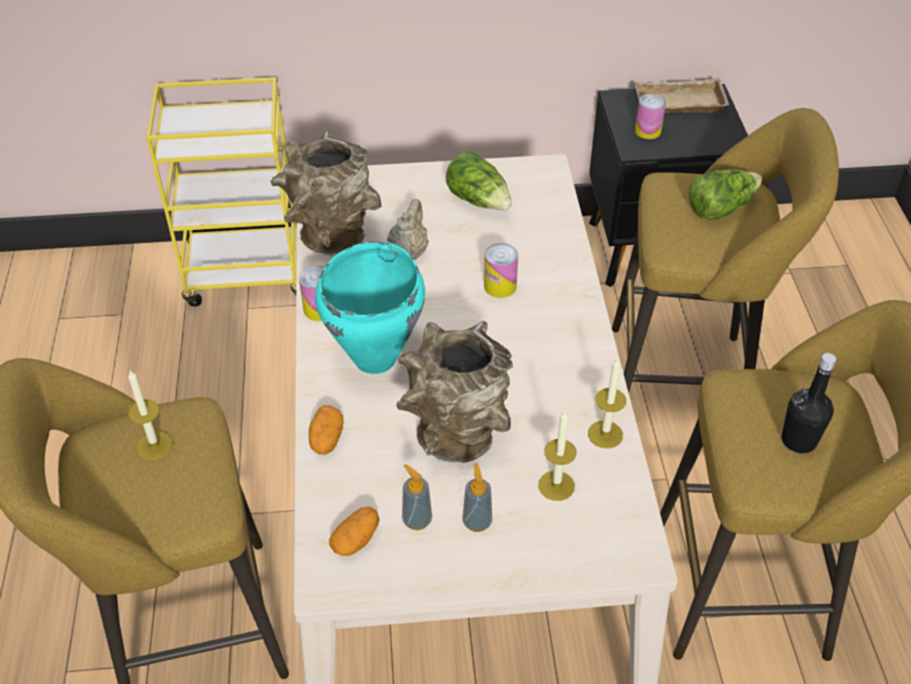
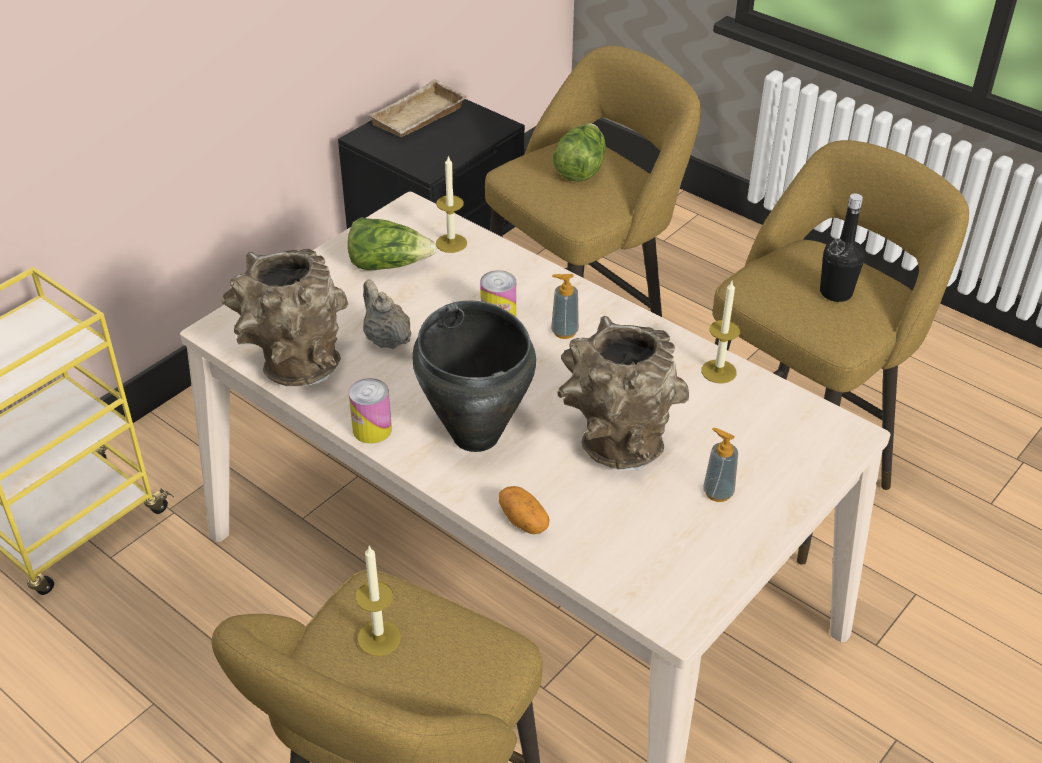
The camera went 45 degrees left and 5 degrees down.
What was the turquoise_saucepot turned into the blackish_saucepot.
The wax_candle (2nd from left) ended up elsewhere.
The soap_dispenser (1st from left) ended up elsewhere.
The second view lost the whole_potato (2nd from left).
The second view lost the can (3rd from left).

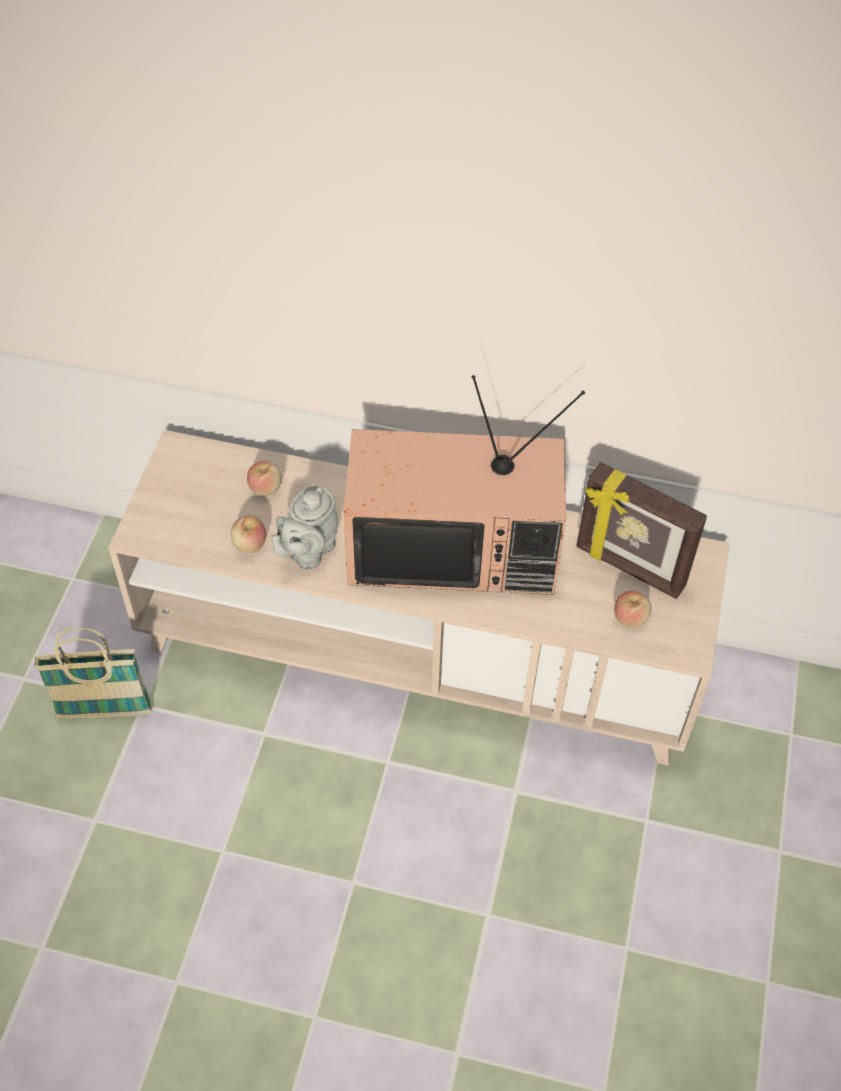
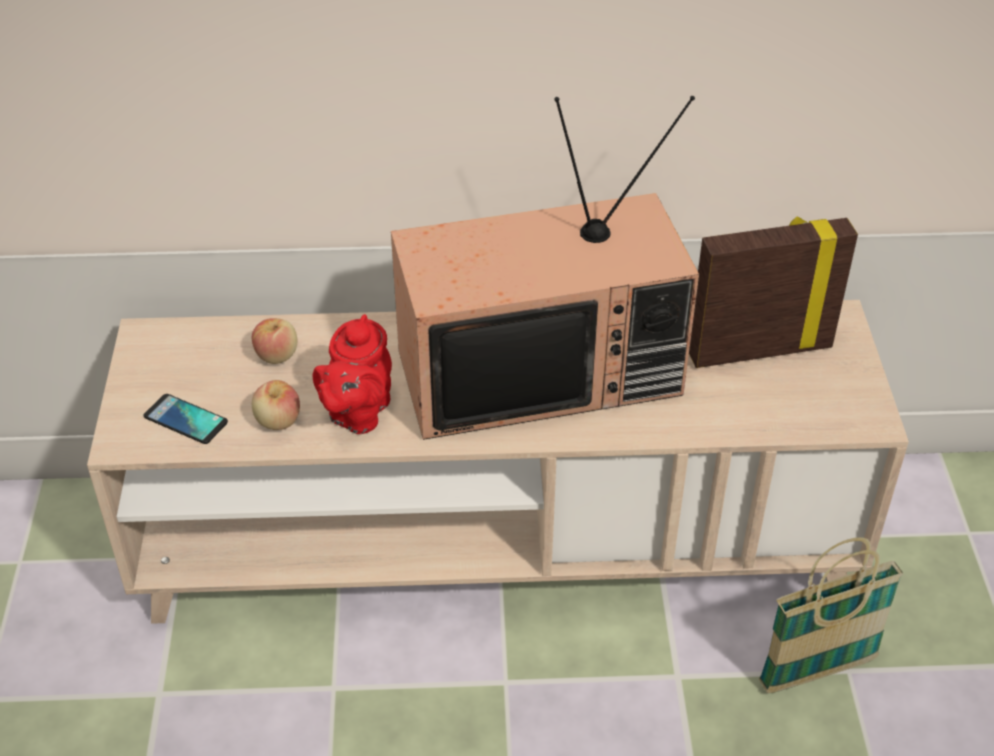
The camera went 15 degrees left and 10 degrees down.
The second view gained the handset.
What was the grey_teapot turned into the red-coloured_teapot.
The photo_frame ended up facing another way, 150 degrees clockwise from before.
The storage_basket ended up elsewhere.
The second view lost the whole_apple (3rd from left).

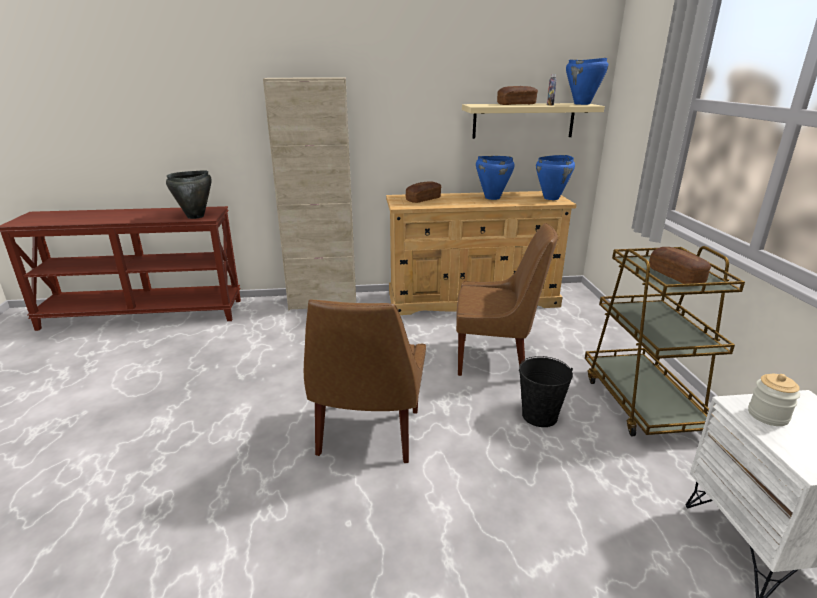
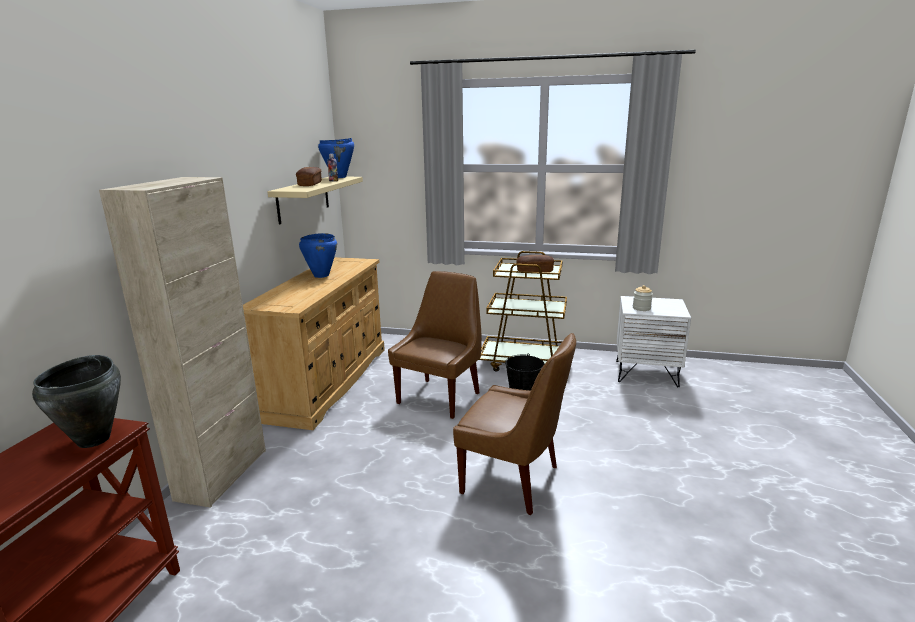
The camera went 70 degrees left and 5 degrees down.
The second view lost the bakery_bread (1st from left).
The second view lost the blue-coloured_saucepot (2nd from left).

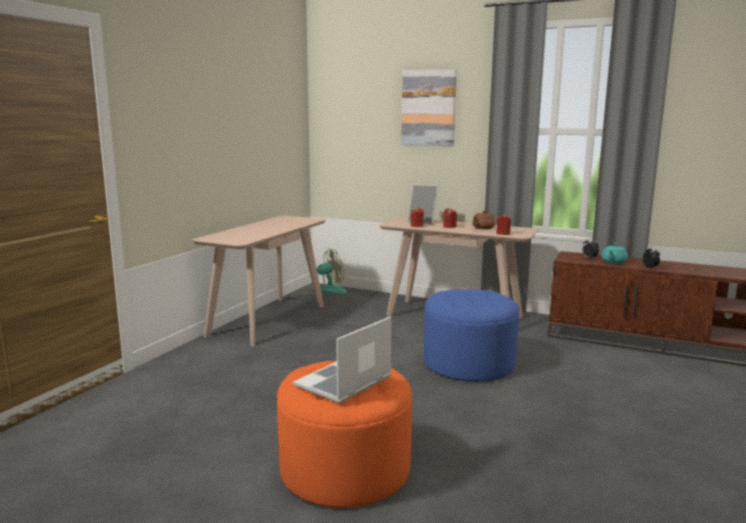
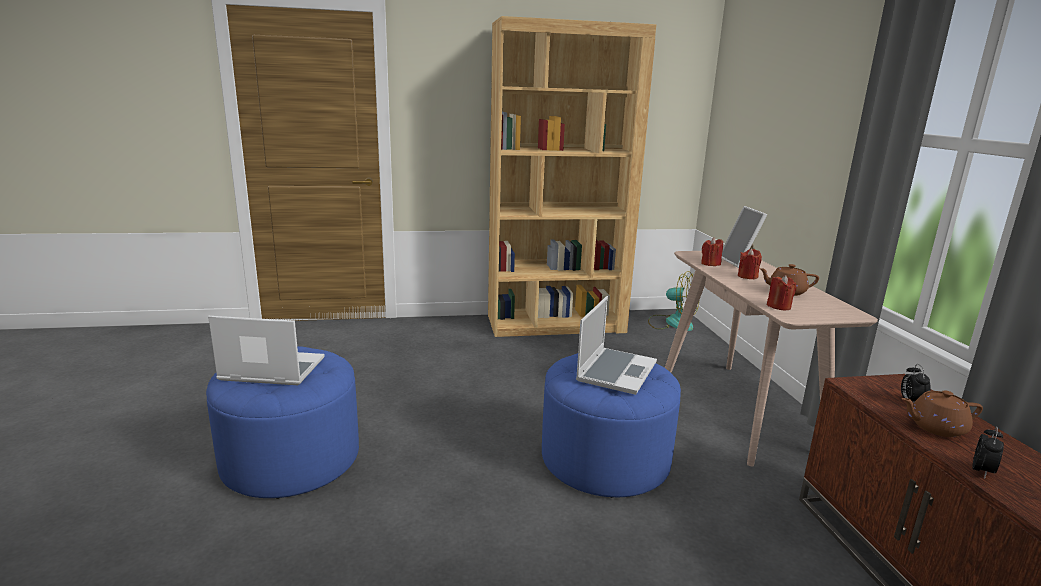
The camera went 55 degrees right and 5 degrees up.
What was the orange-coloured_footrest turned into the blue-coloured_footrest (1st from left).
Where the beige-coloured_console_table (1st from left) stood, the brown_shelving_unit came to stand.
The second view gained the laptop (2nd from left).
What was the turquoise_teapot turned into the brown_teapot (2nd from left).
The second view lost the wall_picture.

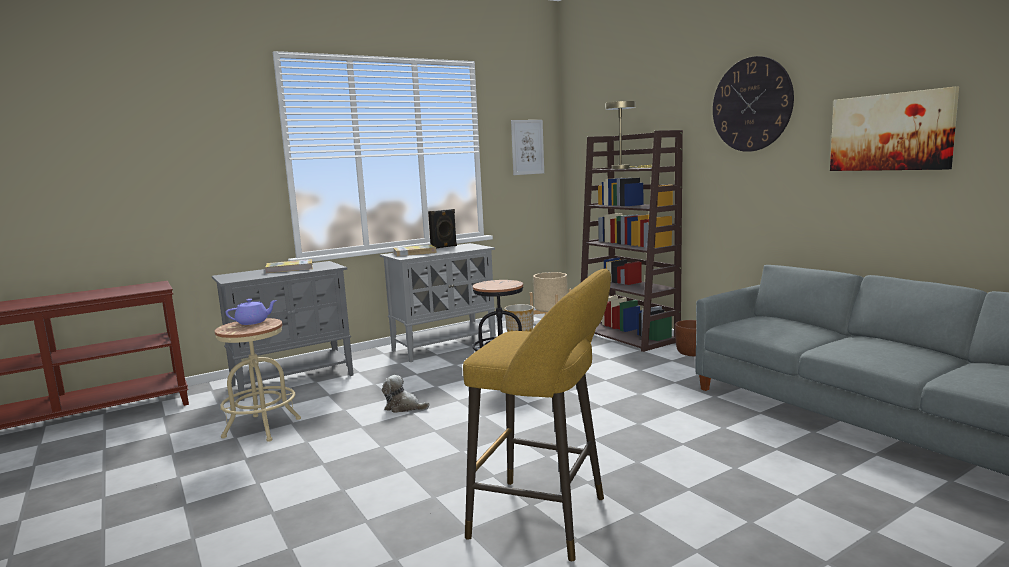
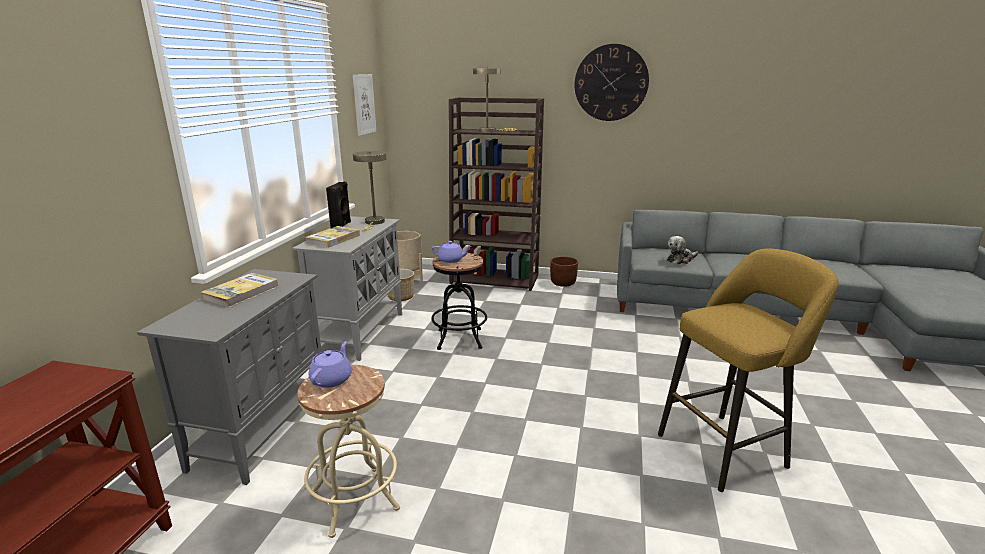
The camera went 45 degrees left and 10 degrees up.
The second view gained the beige-coloured_lamp_for_a_table (1st from left).
The second view gained the purplish_teapot (2nd from left).
The soft_toy ended up elsewhere.
The second view lost the wall_picture (2nd from left).

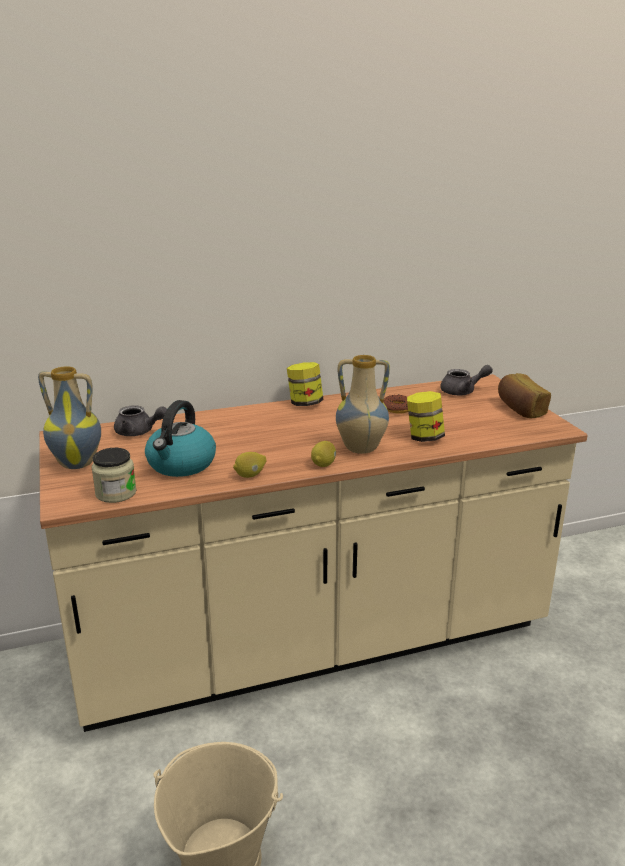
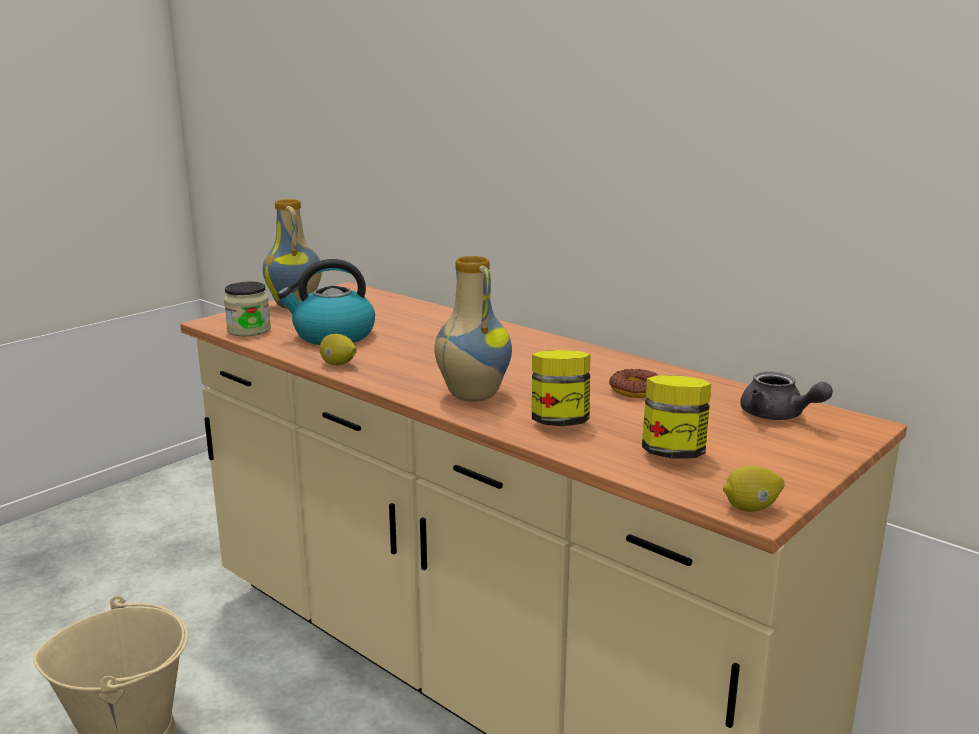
The camera went 60 degrees right and 5 degrees down.
The preserve_jar (2nd from left in the first image) ended up elsewhere.
The citrus_fruit (2nd from left) ended up elsewhere.
The second view lost the grey_teapot (1st from left).
The second view lost the bakery_bread.

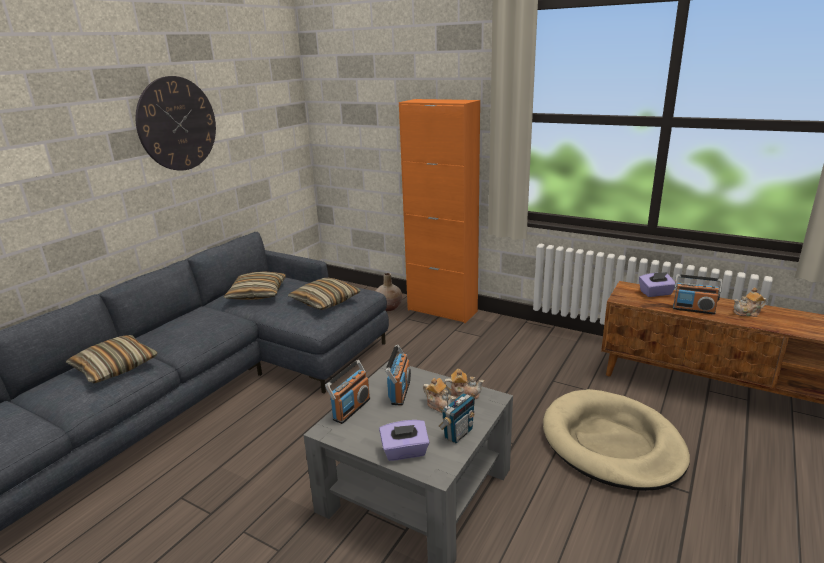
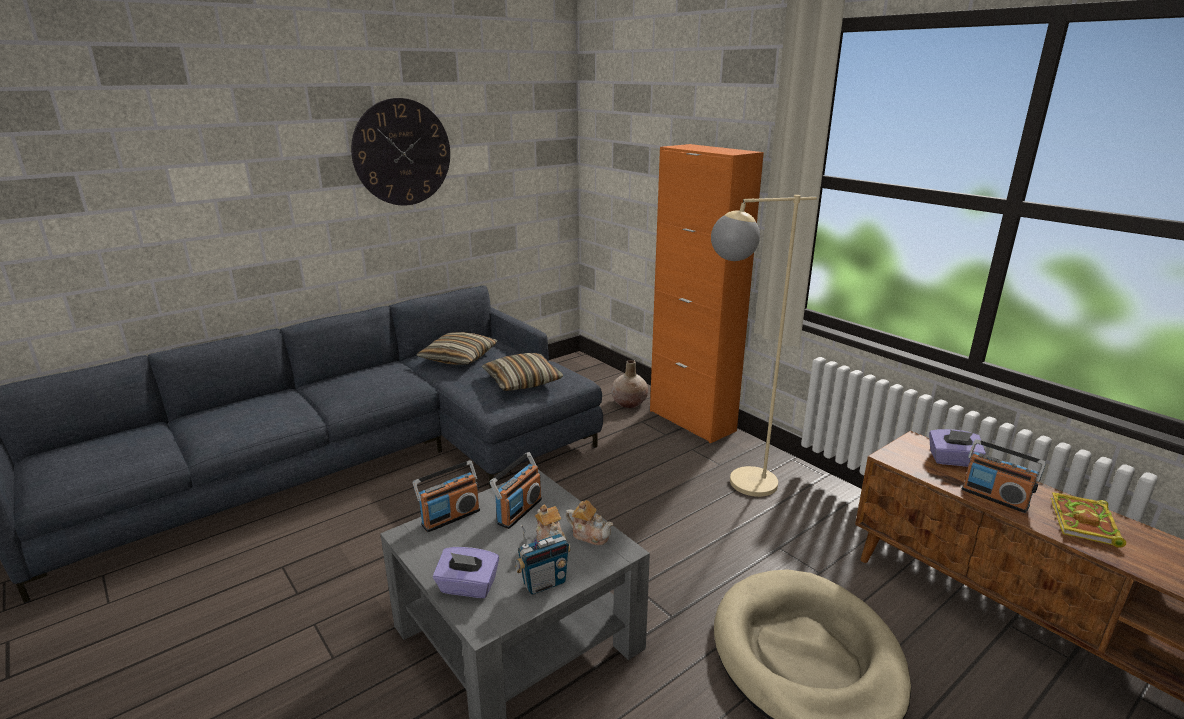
The camera went 20 degrees right and 0 degrees up.
The second view gained the beige-coloured_standard_lamp.
Where the teapot (3rd from left) stood, the volume came to stand.
The second view lost the pillow (1st from left).

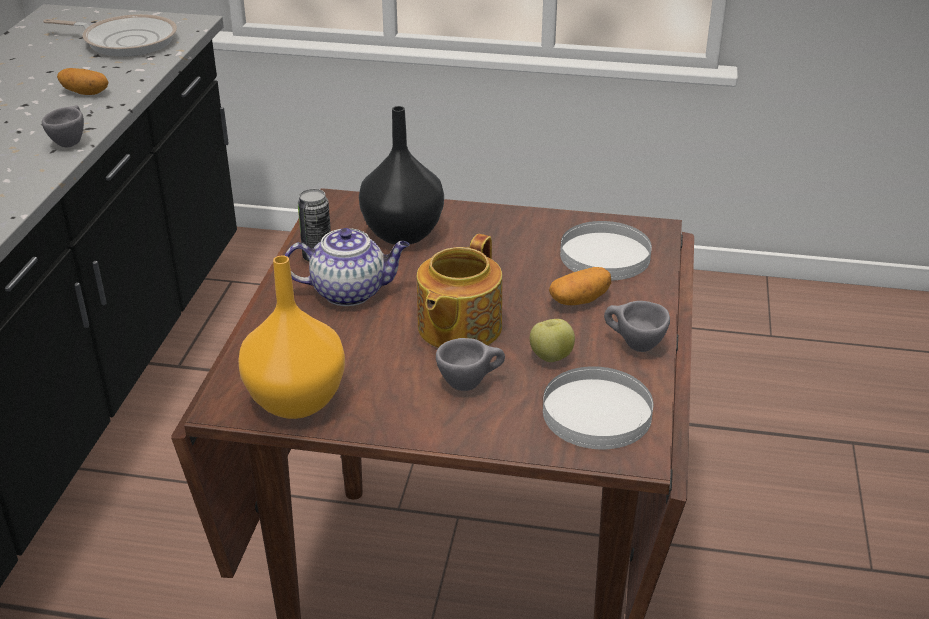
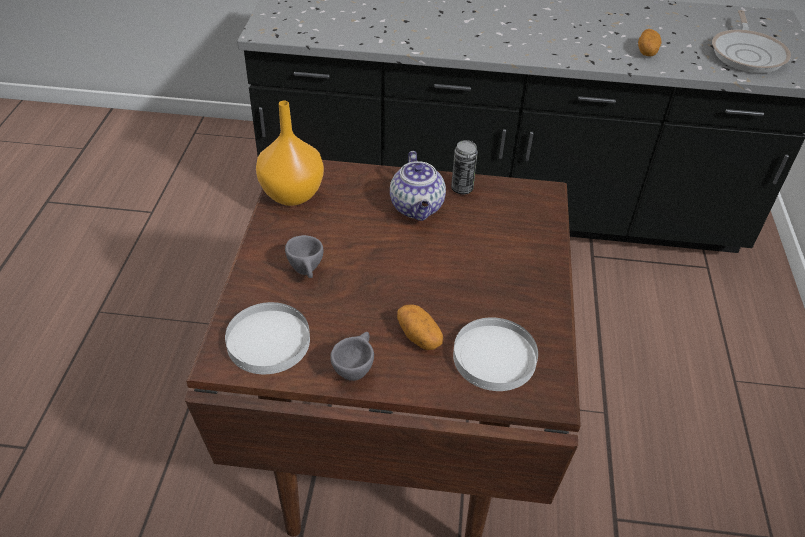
The camera went 85 degrees right and 10 degrees up.
The second view lost the grey_cup (1st from left).
The second view lost the blackish_vase.
The second view lost the teapot (2nd from left).
The second view lost the whole_apple.

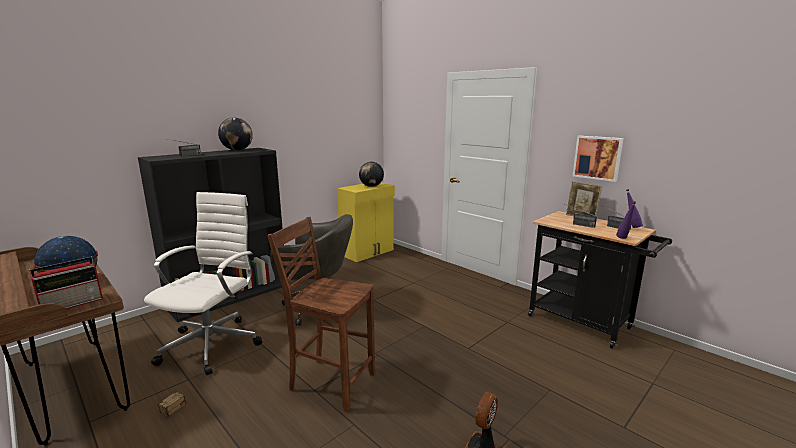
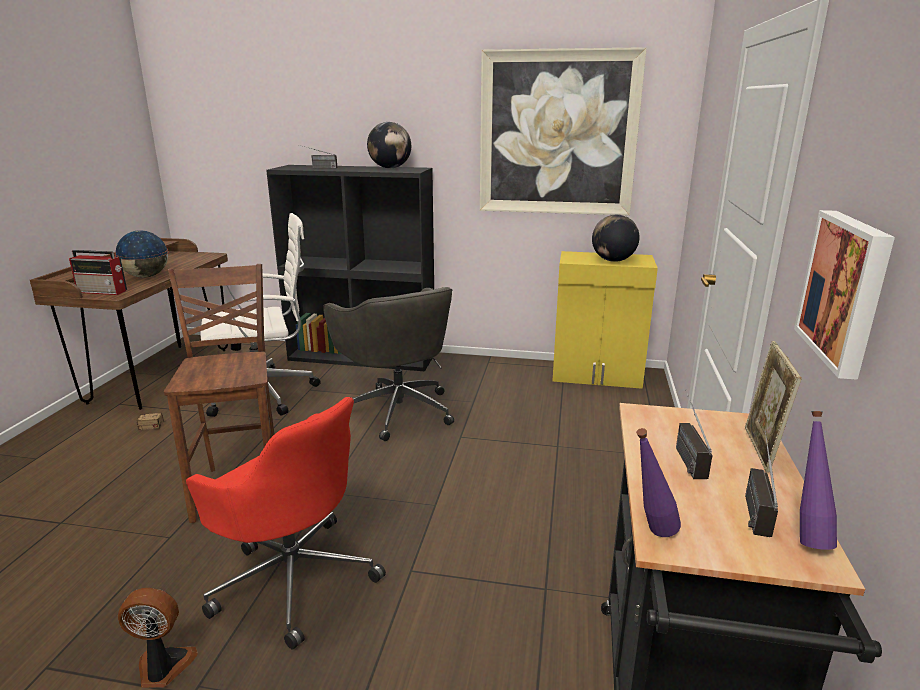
The camera went 55 degrees right and 5 degrees up.
The second view gained the red-coloured_office_chair.
The second view gained the wall_picture (1st from left).

